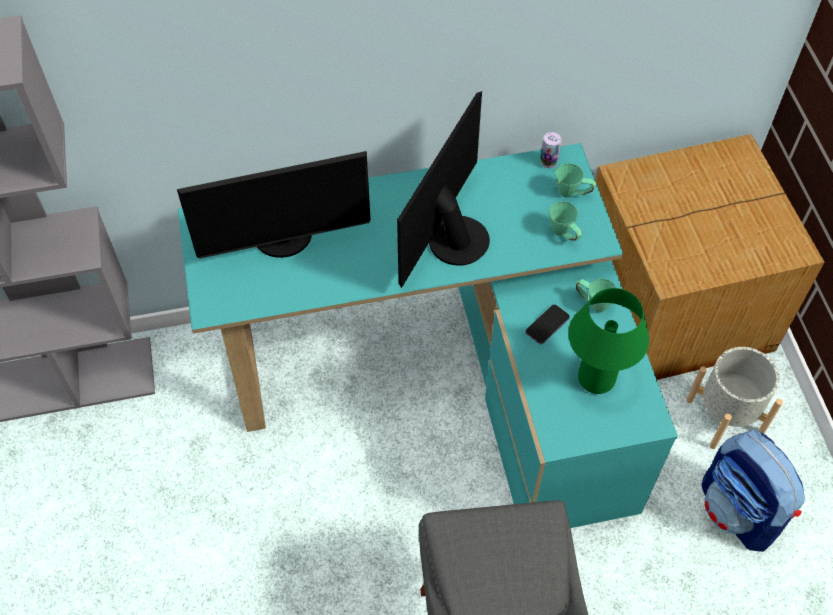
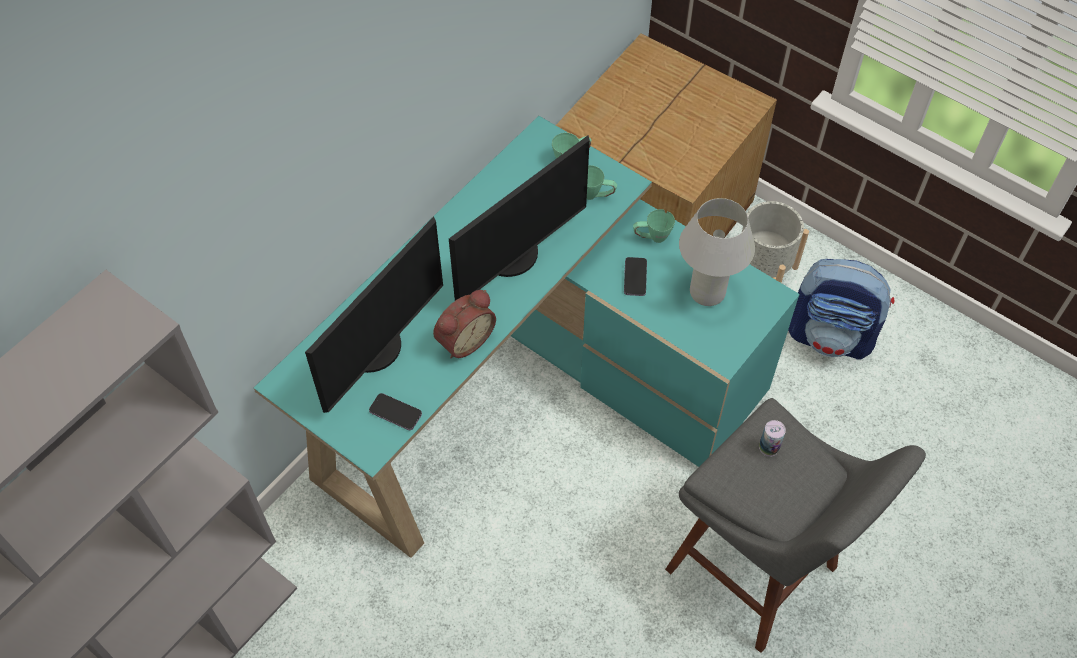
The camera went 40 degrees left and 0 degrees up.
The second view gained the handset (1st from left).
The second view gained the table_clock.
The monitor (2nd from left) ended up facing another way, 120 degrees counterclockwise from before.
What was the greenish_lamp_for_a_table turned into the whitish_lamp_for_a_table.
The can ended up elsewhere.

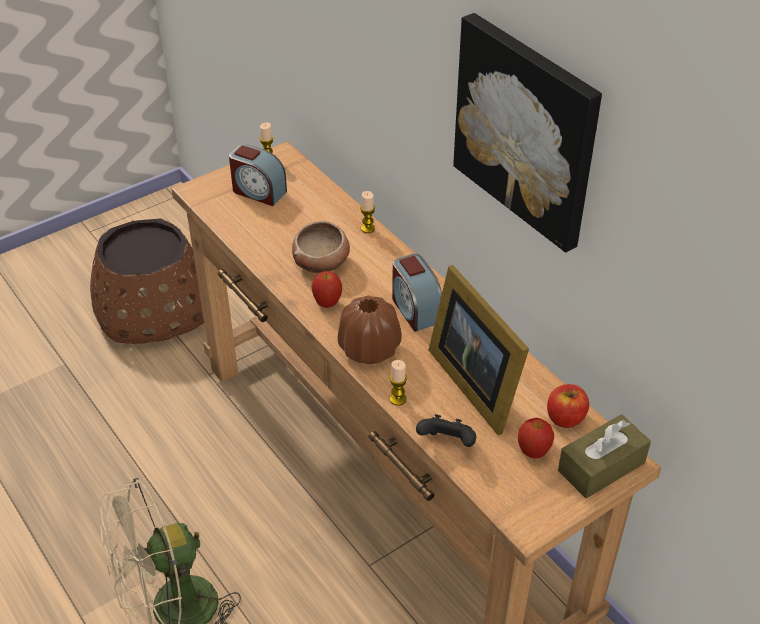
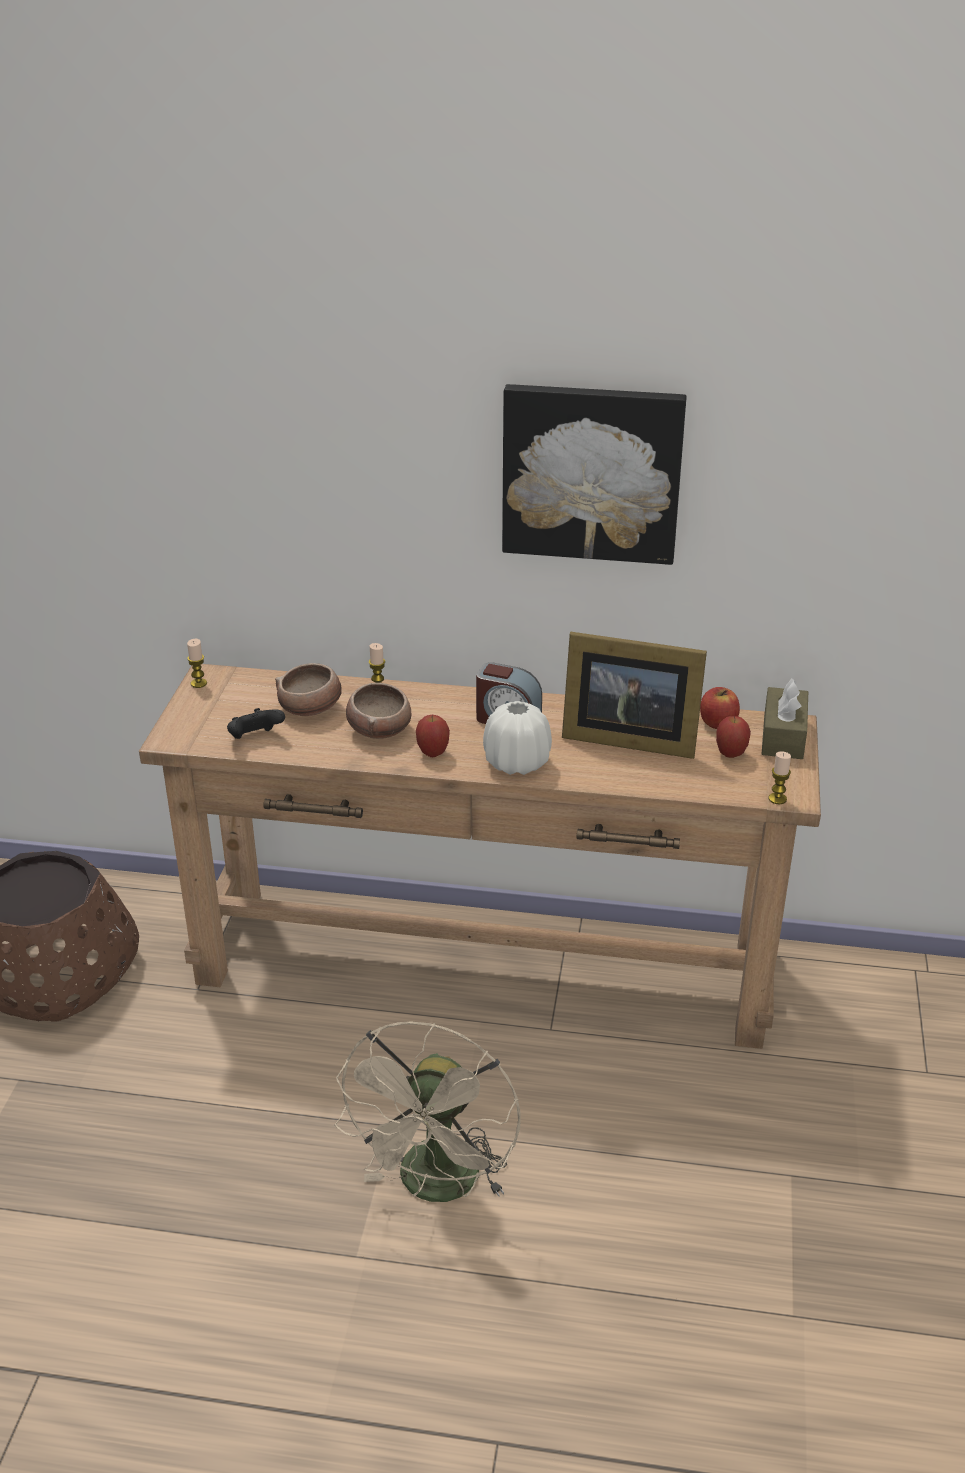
The camera went 45 degrees left and 10 degrees down.
The blackish_joypad ended up elsewhere.
The second view gained the serving_bowl (1st from left).
What was the brown_vase turned into the whitish_vase.
The wax_candle (3rd from left) ended up elsewhere.
The second view lost the table_clock (1st from left).

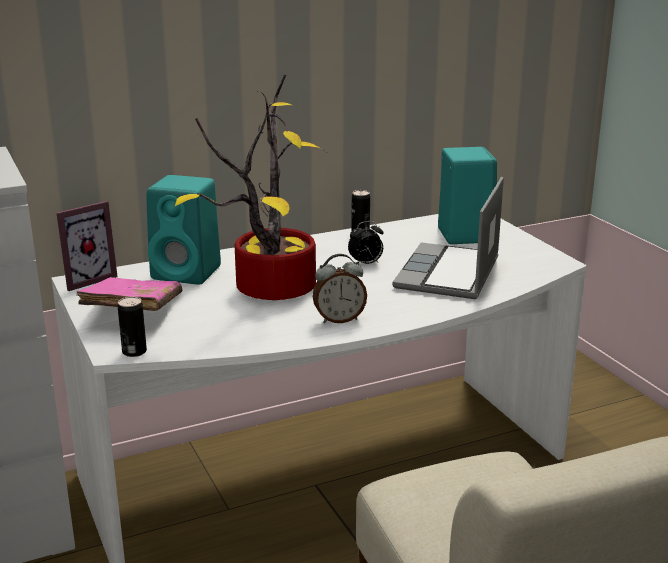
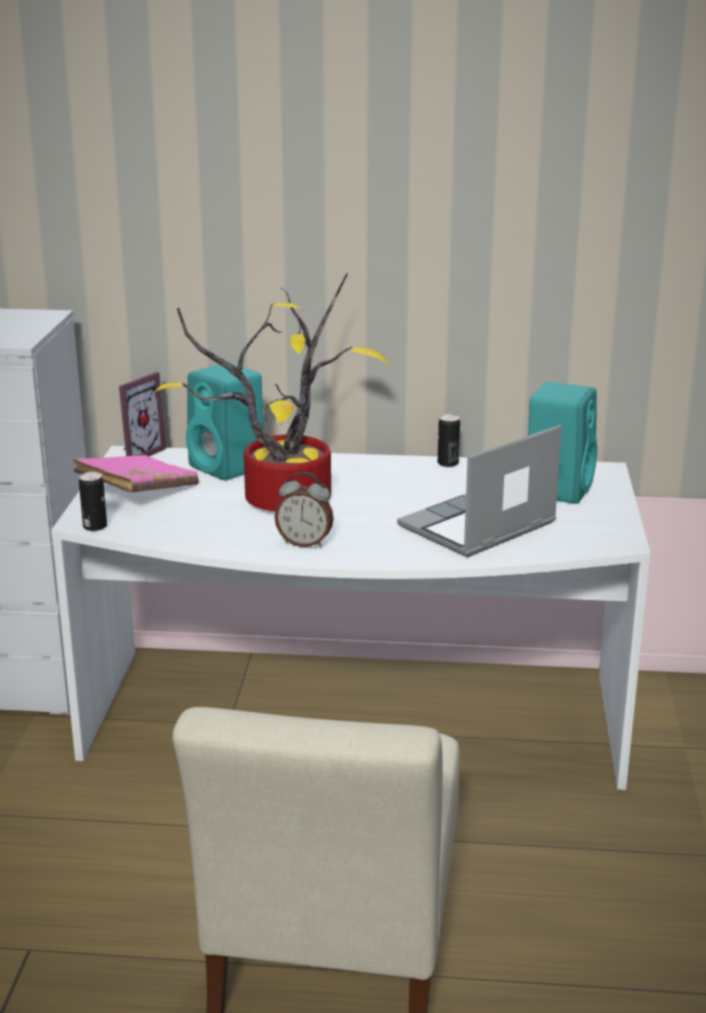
The camera went 30 degrees right and 0 degrees up.
The photo_frame ended up facing another way, 45 degrees counterclockwise from before.
The second view lost the table_clock (2nd from left).

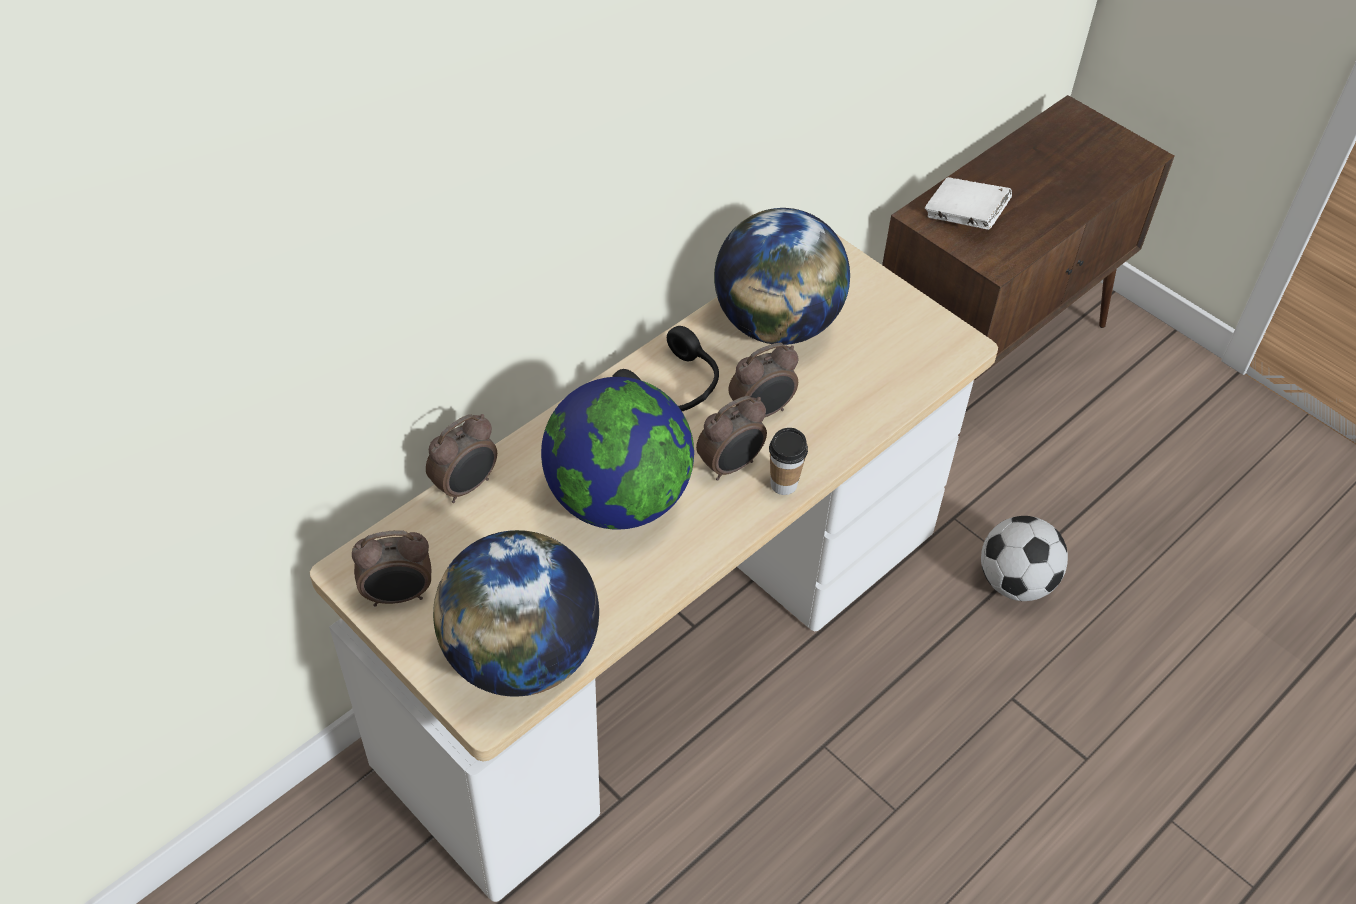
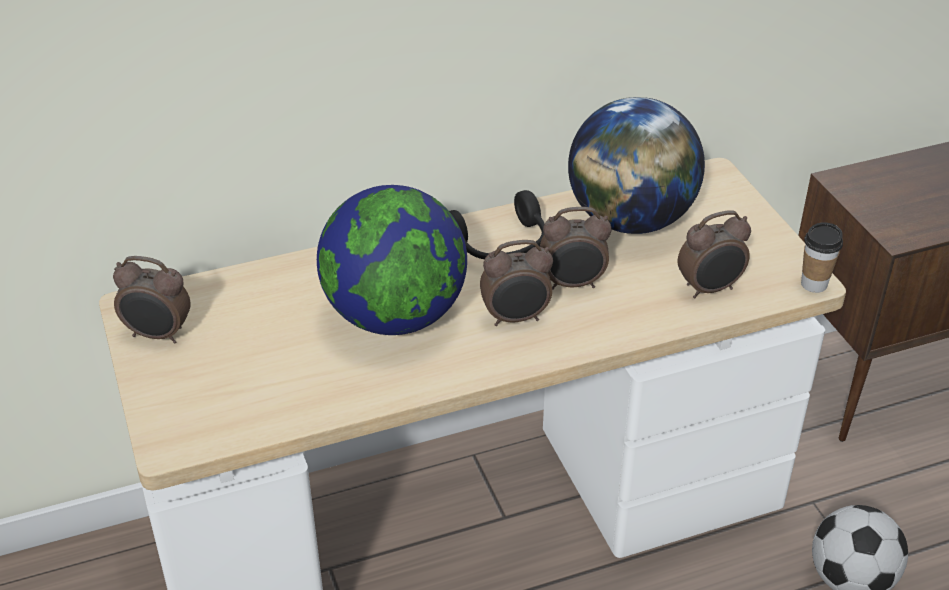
The camera went 25 degrees right and 10 degrees down.
The table_clock (2nd from left in the first image) ended up elsewhere.
The cup ended up elsewhere.
The second view lost the world_globe (1st from left).
The second view lost the whitish_volume.

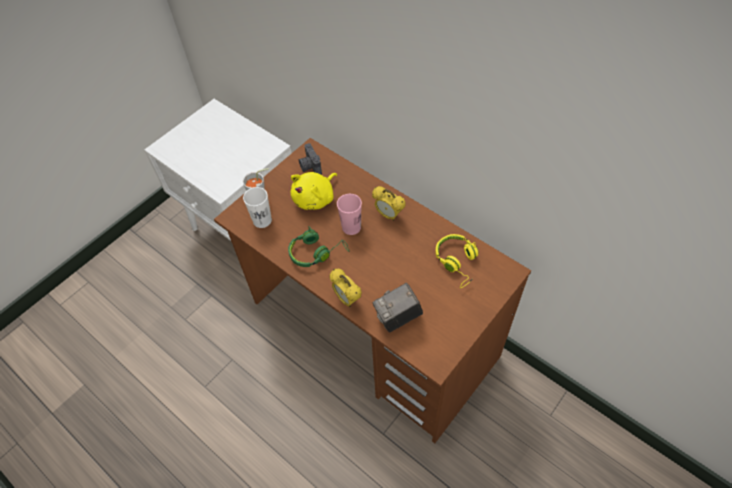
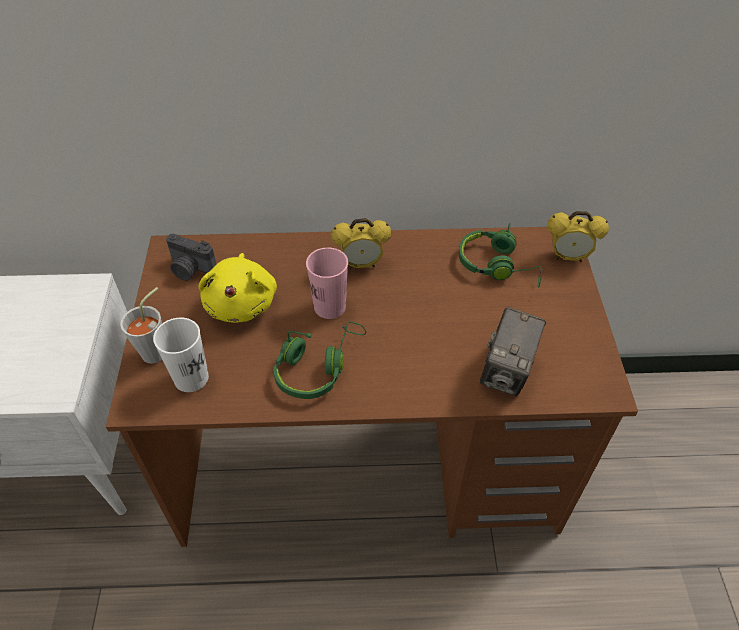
The camera went 45 degrees left and 5 degrees down.
What was the yellow_headphones turned into the greenish_headphones (2nd from left).
The table_clock (1st from left in the first image) ended up elsewhere.

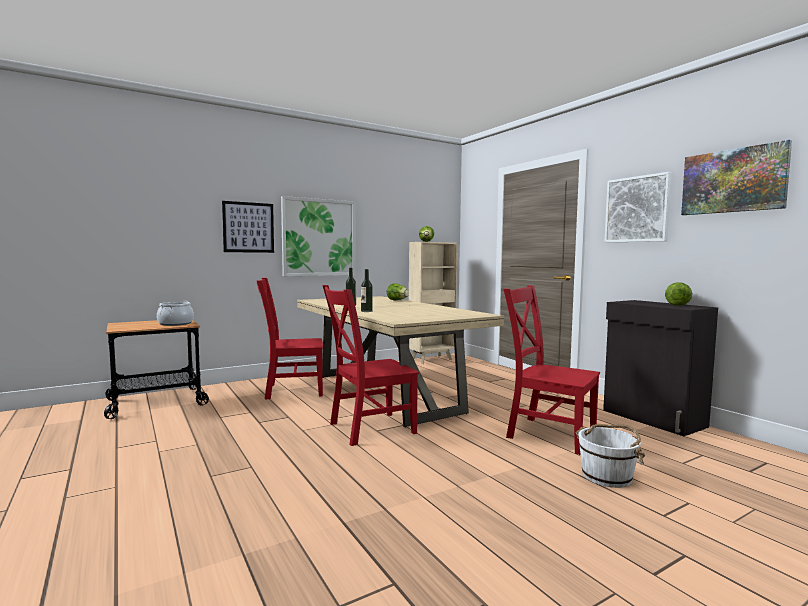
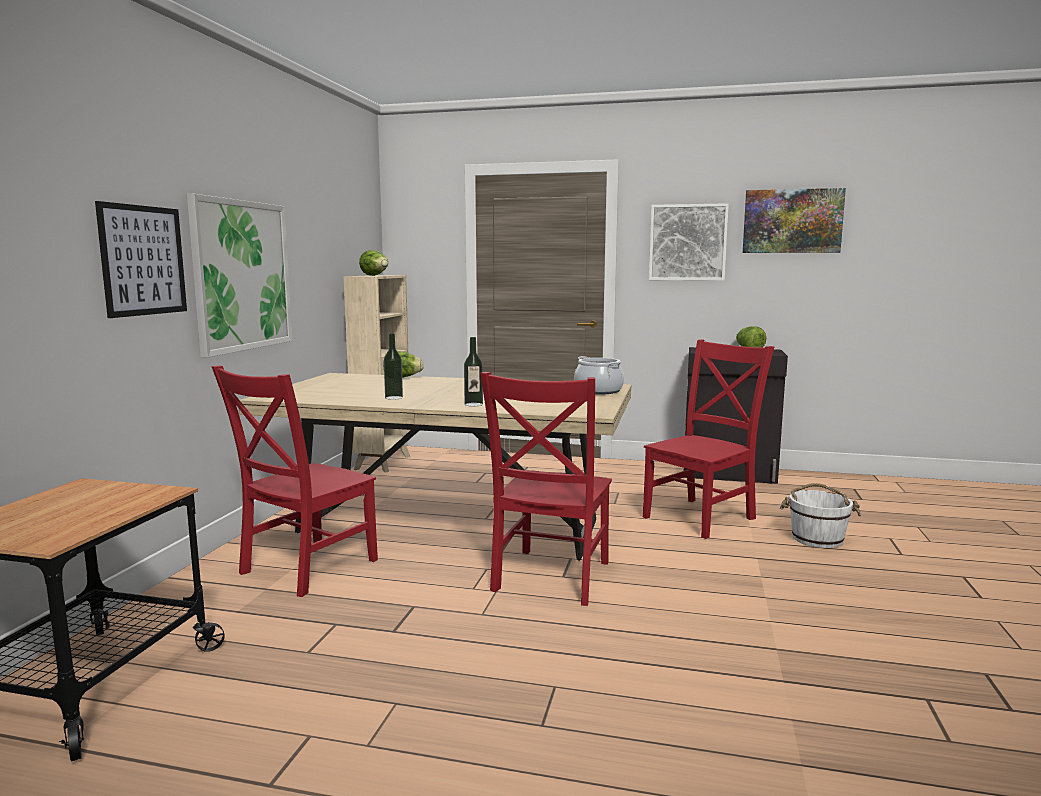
The camera went 45 degrees left and 5 degrees up.
The saucepot ended up elsewhere.
The red-coloured_plain_chair (3rd from left) ended up facing another way, 150 degrees clockwise from before.

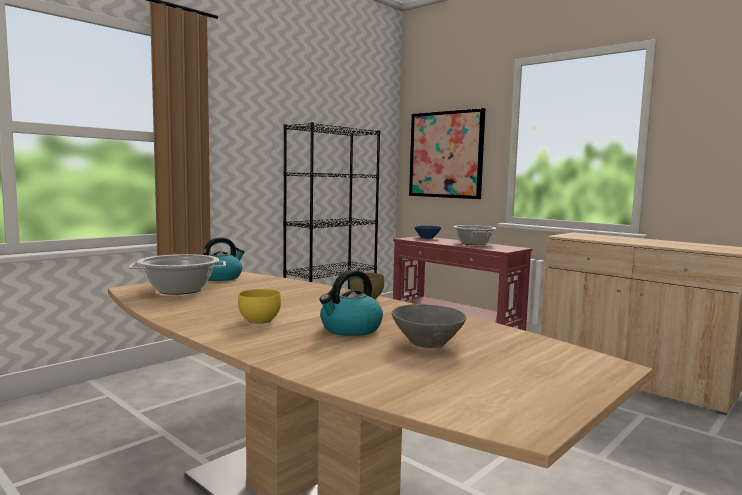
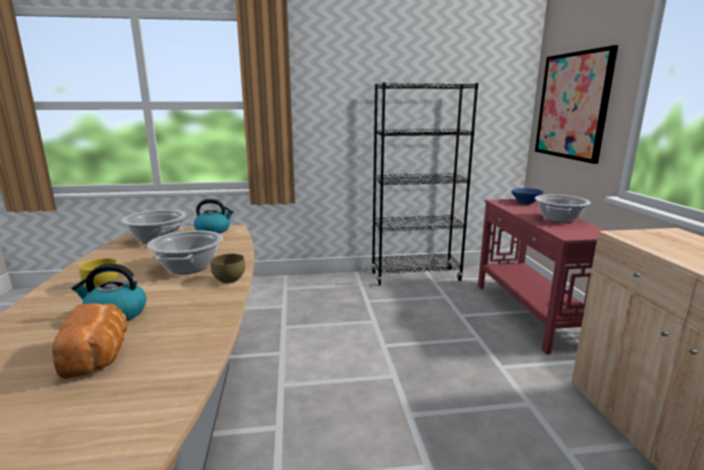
The camera went 40 degrees right and 10 degrees up.
Where the grey_serving_bowl stood, the bakery_bread came to stand.
The second view gained the saucepot (2nd from left).

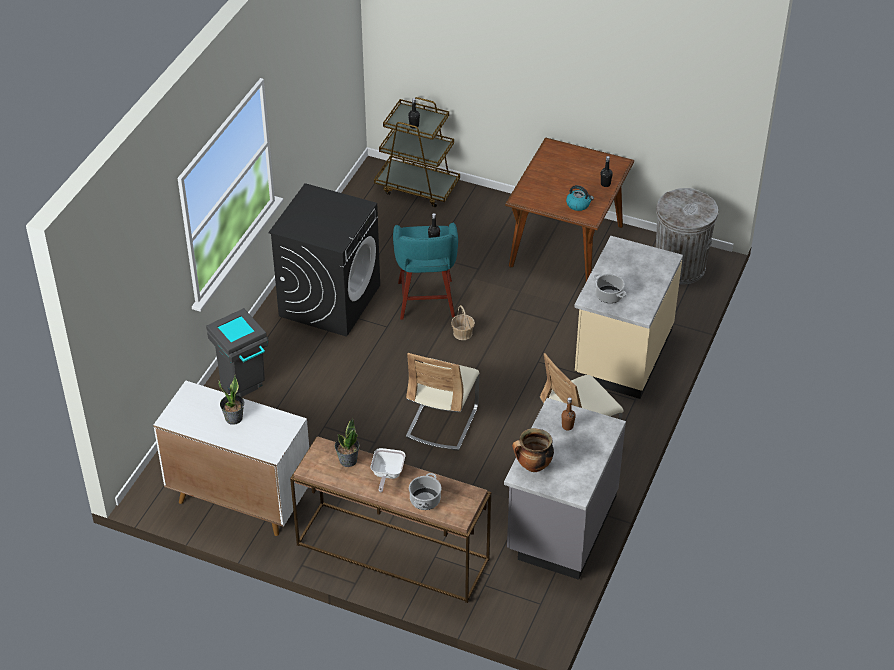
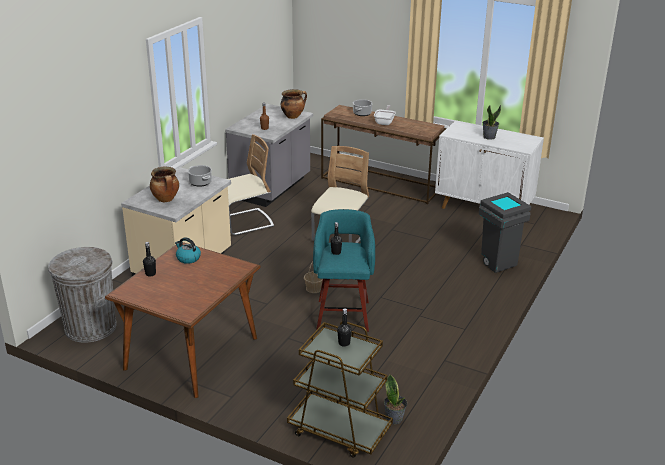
The camera went 175 degrees left and 15 degrees down.
The second view gained the saucepot (1st from left).
The potted_plant (2nd from left in the first image) ended up elsewhere.
The second view lost the blackish_laundry_appliance.

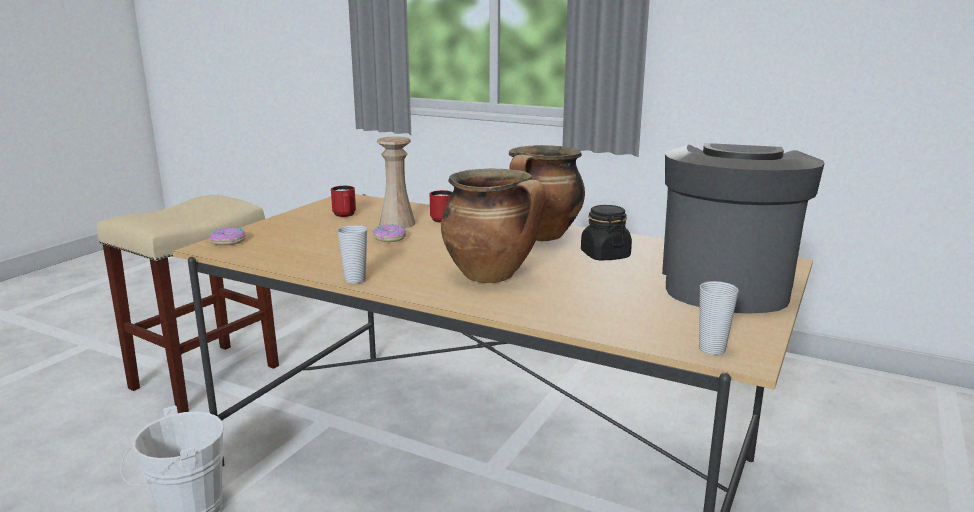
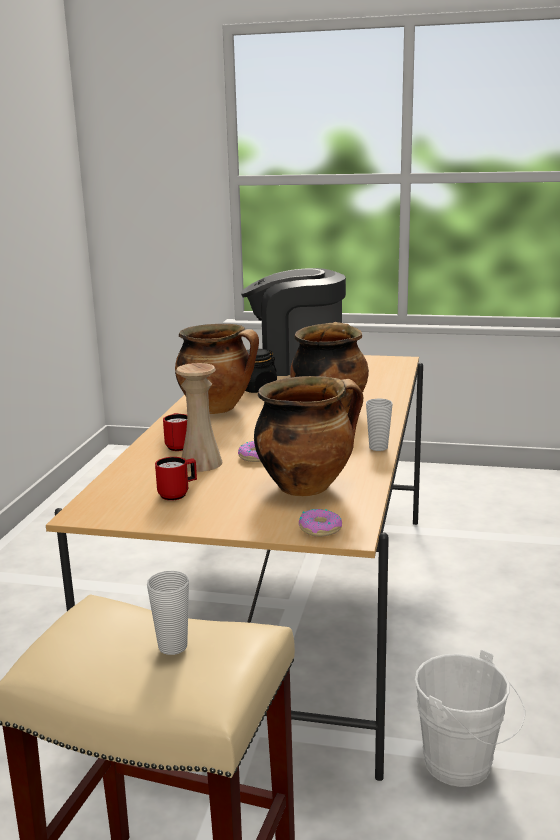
The camera went 105 degrees left and 0 degrees up.
The cup (2nd from left in the first image) ended up elsewhere.
The second view gained the saucepot (2nd from left).

